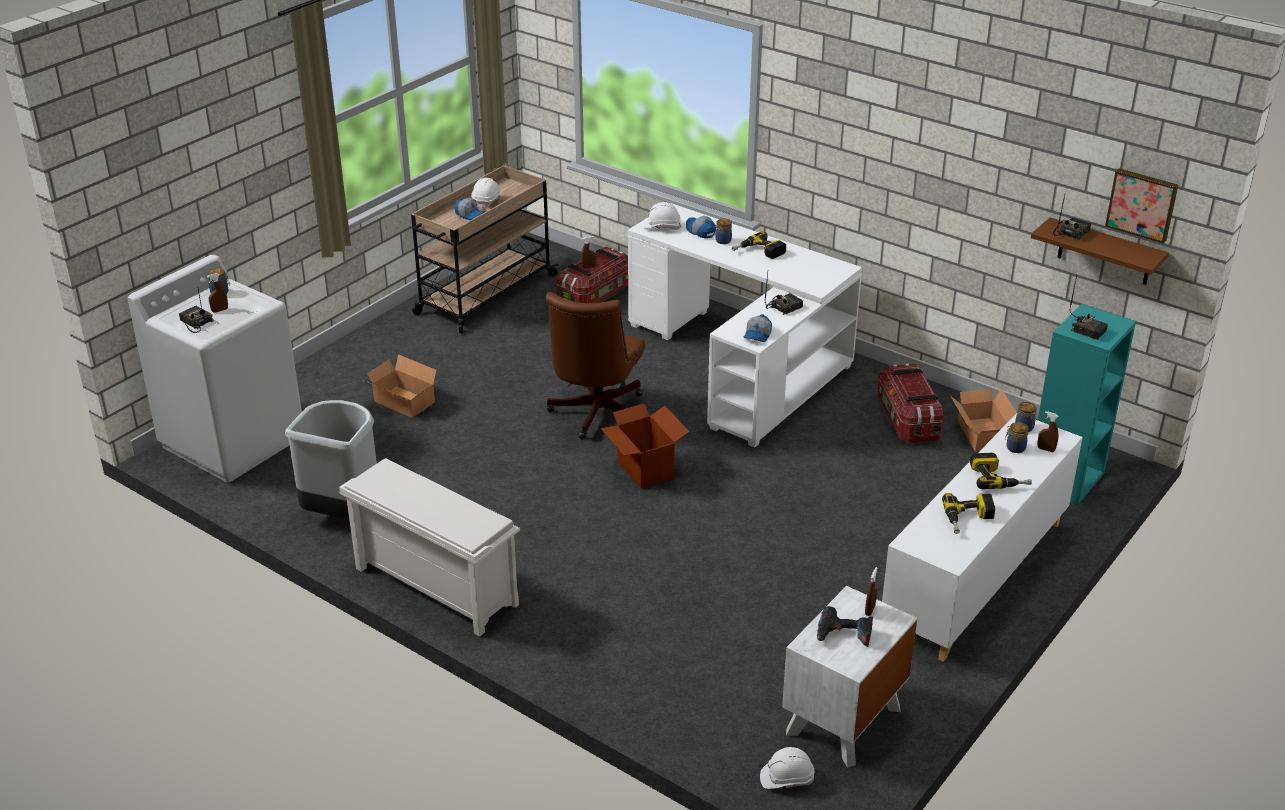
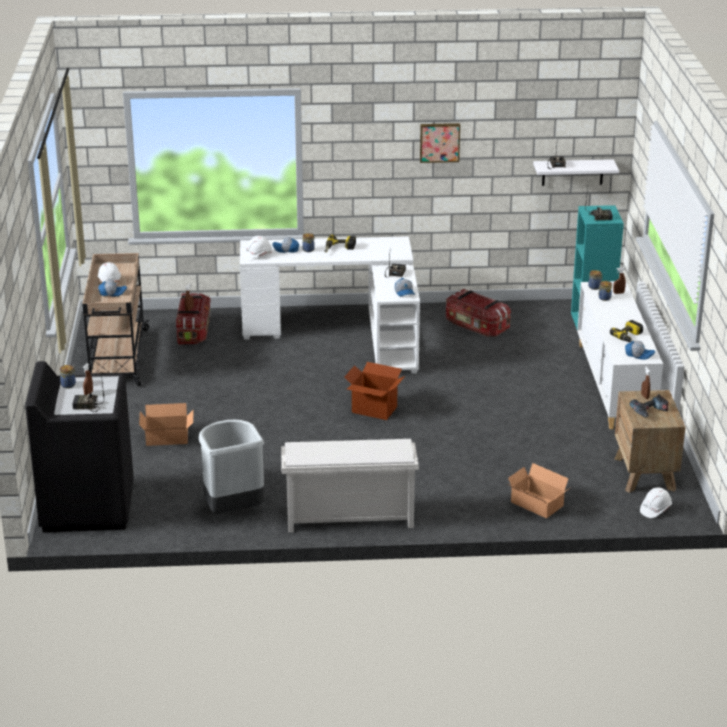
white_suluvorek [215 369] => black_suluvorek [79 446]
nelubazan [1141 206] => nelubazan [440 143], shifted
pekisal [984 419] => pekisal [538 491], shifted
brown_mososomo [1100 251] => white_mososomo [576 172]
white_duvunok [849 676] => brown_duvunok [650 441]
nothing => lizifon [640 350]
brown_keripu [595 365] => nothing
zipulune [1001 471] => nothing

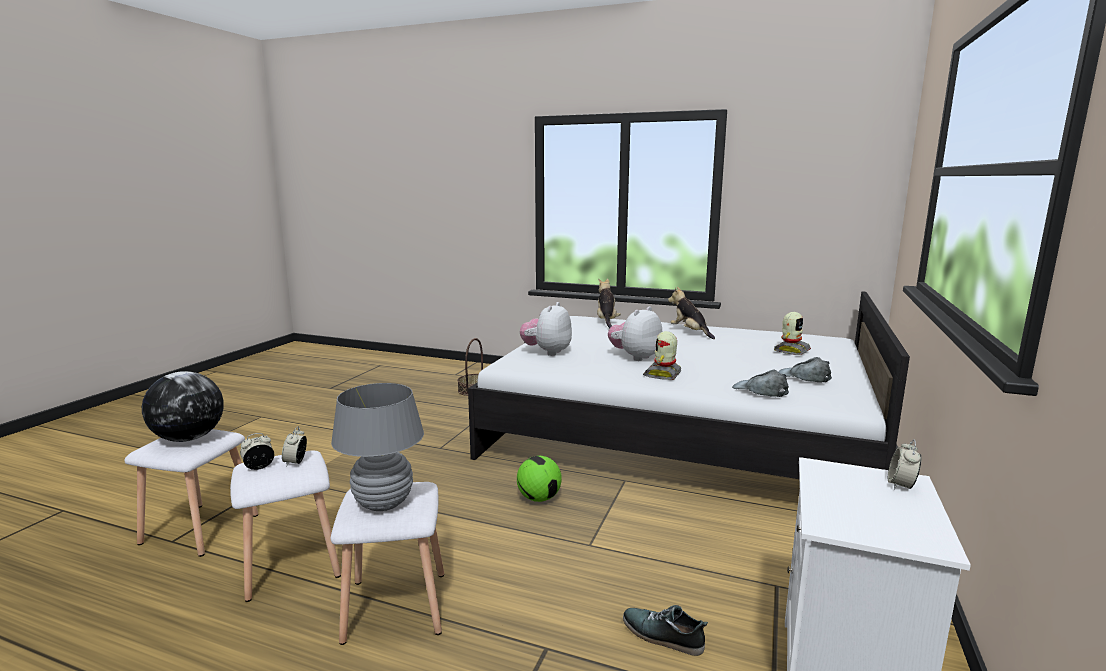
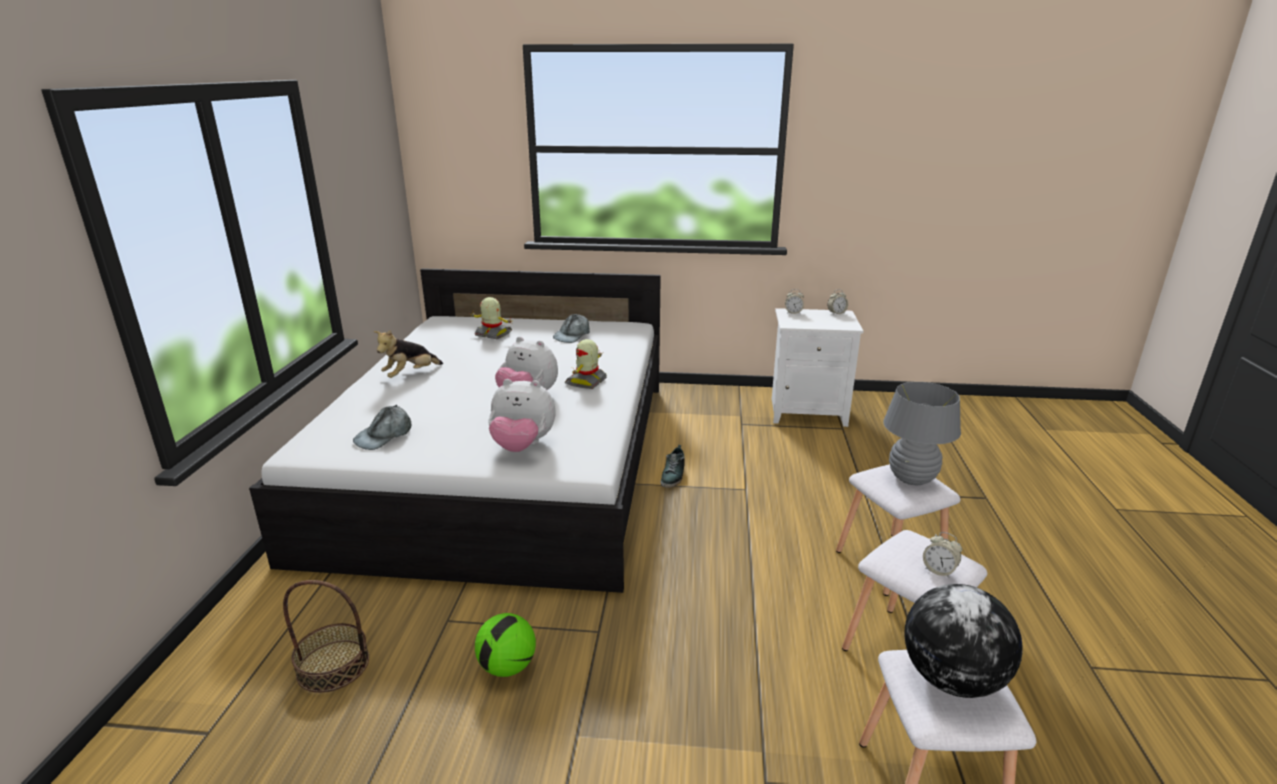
grey_lizifon [760 383] => grey_lizifon [382 427], shifted
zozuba [539 479] => zozuba [505 645], shifted
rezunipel [662 355] => rezunipel [586 364], 105 degrees clockwise
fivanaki [665 630] => fivanaki [672 466], shifted
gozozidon [294 446] => gozozidon [838 302], shifted
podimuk [609 303] => nothing

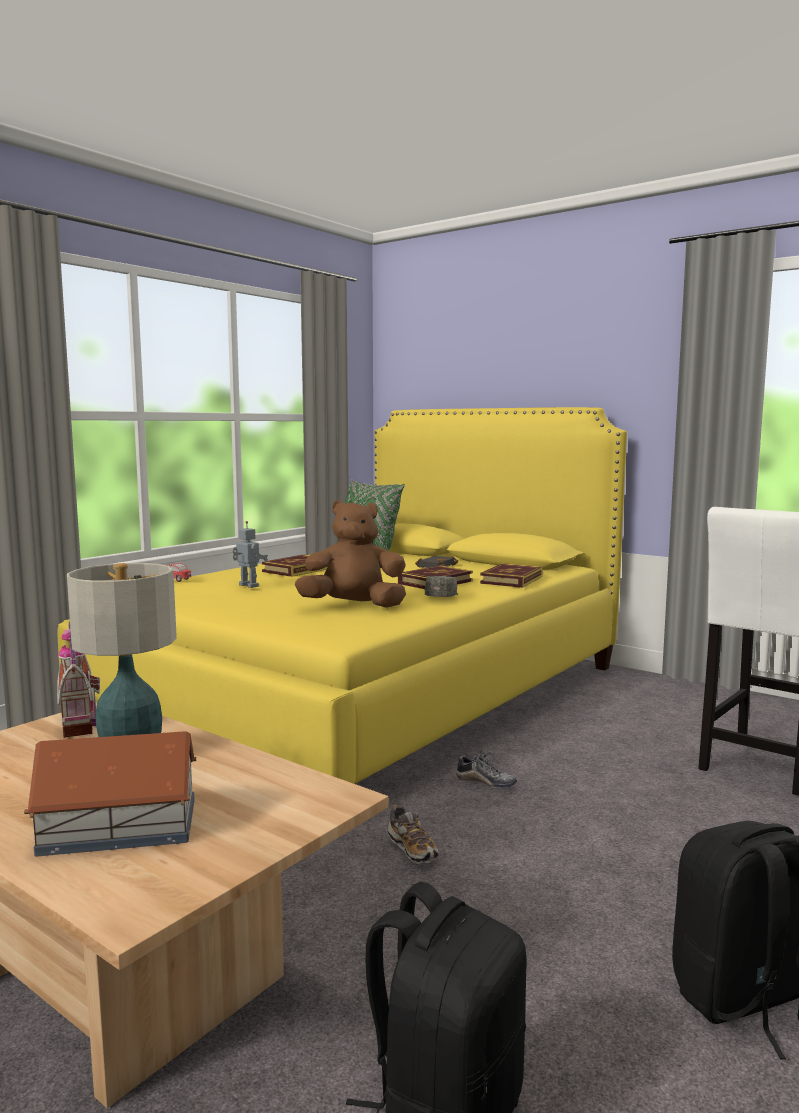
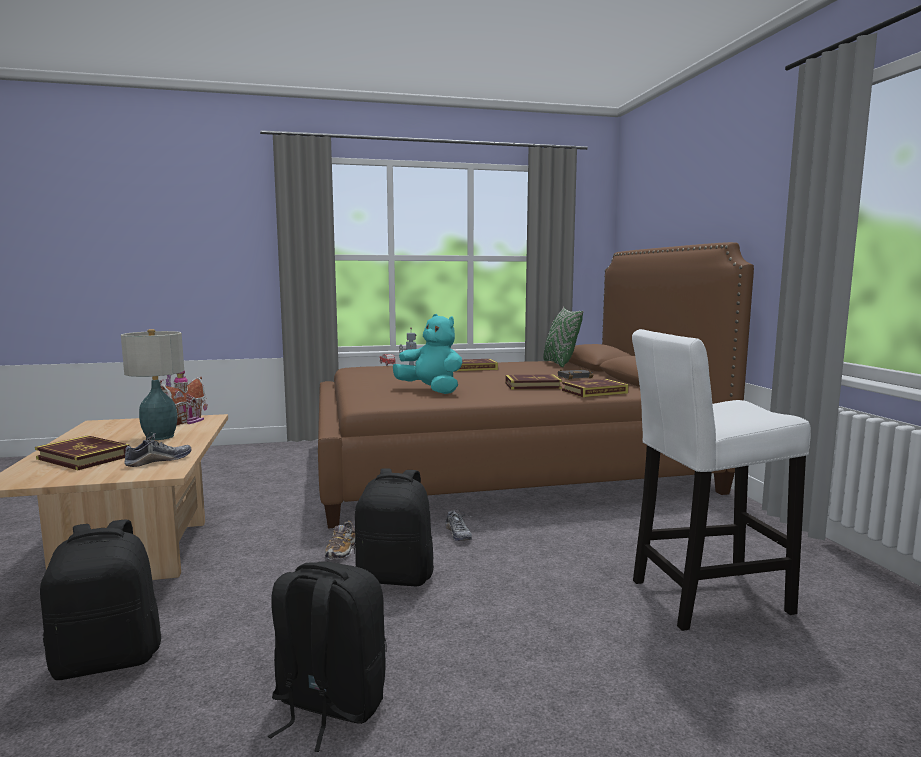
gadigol [110 794] => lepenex [82 452]
nothing => fivanaki [157 449]
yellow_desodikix [342 595] => brown_desodikix [536 385]
nothing => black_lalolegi [394 527]
brown_podimuk [350 554] => turquoise_podimuk [427 354]
grey_lizifon [441 586] => nothing

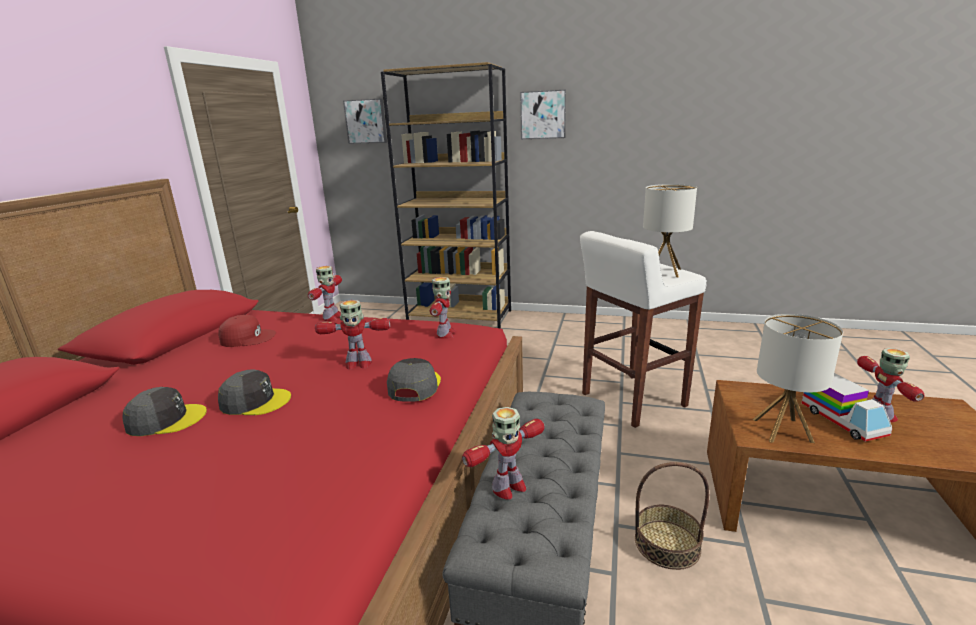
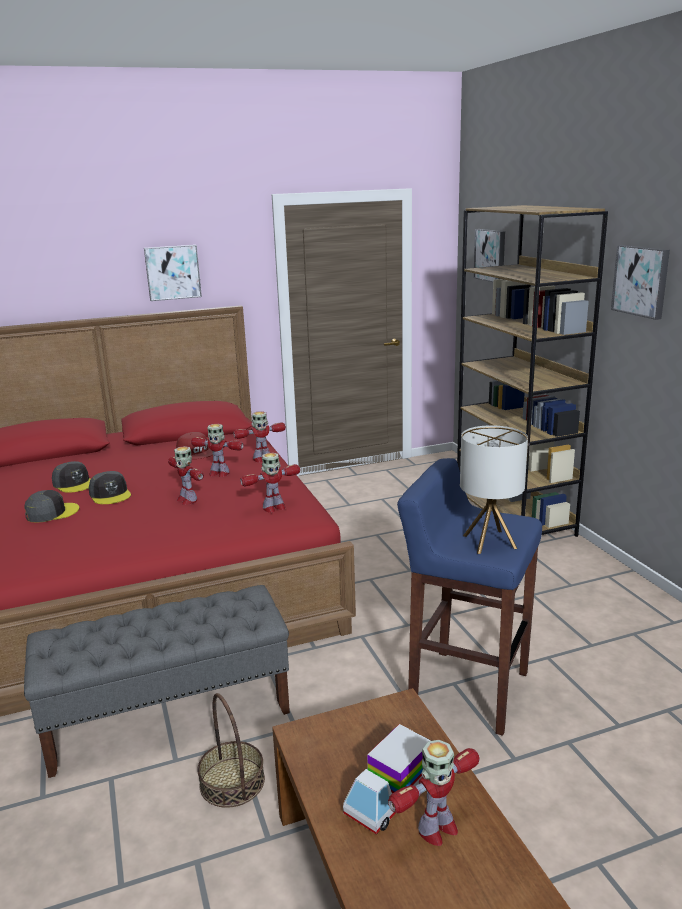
grey_lizifon [414 380] => grey_lizifon [51 506], shifted
nothing => nelubazan [173 273]
rezunipel [503 453] => rezunipel [217 450], shifted
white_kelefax [643 329] => blue_kelefax [469 597]
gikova [798 378] => nothing

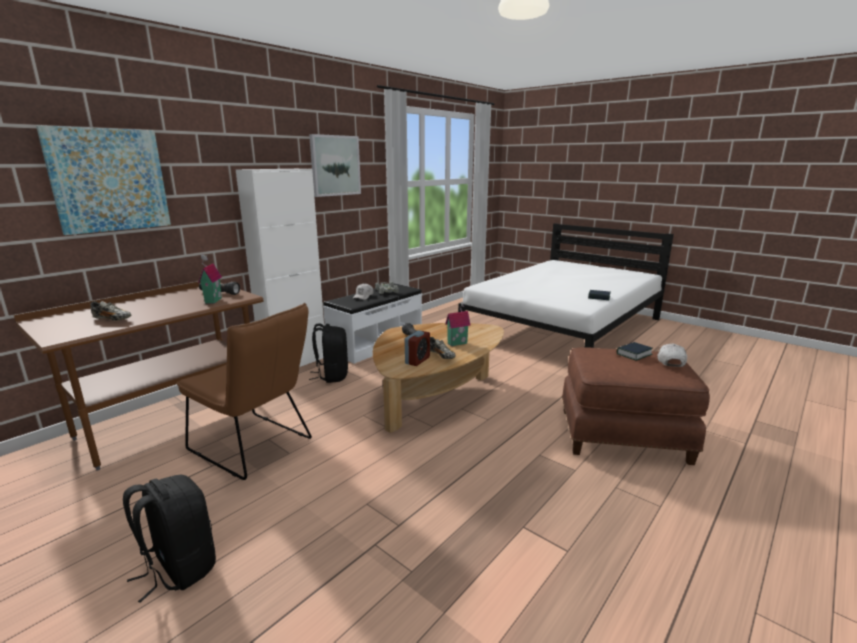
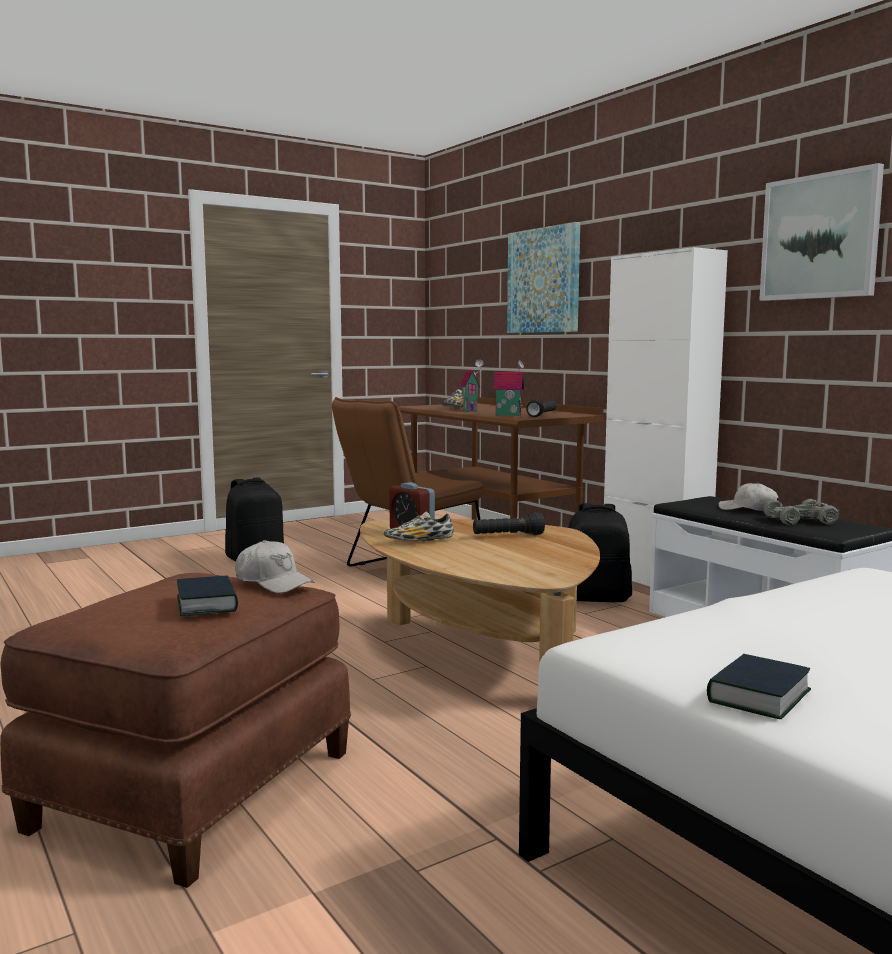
white_lizifon [672 355] => white_lizifon [275 566], shifted
gadigol [458 323] => gadigol [471 385], shifted

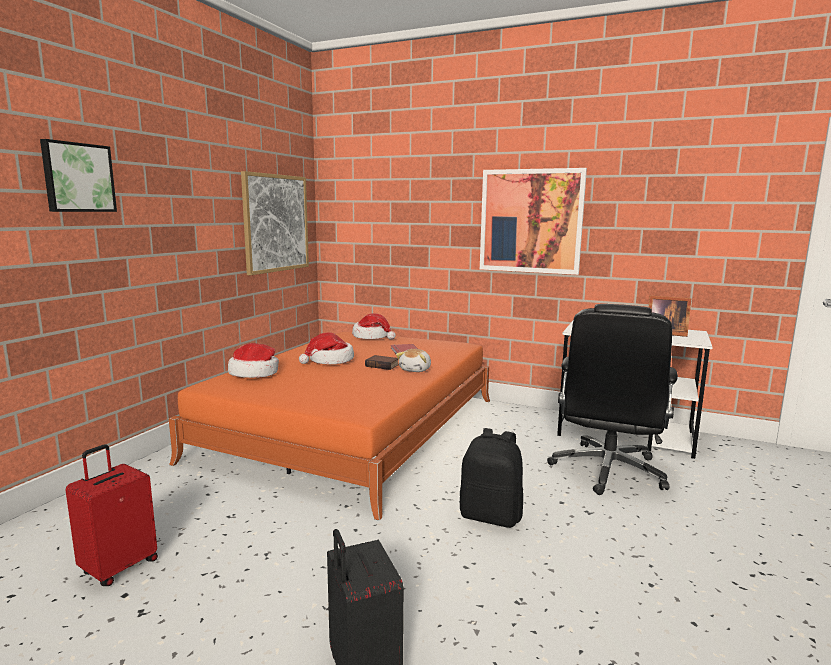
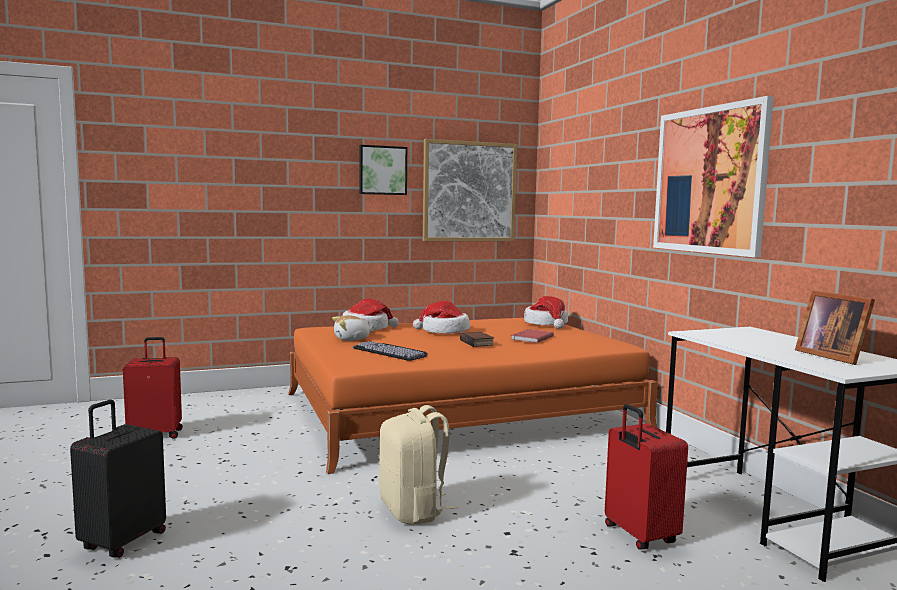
podimuk [413 360] => podimuk [353 328], shifted
nothing => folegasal [390 351]
nelubazan [78 175] => nelubazan [383 170], shifted
black_lalolegi [491 478] => beige_lalolegi [419 465]
black_keripu [612 399] => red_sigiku [646 477]

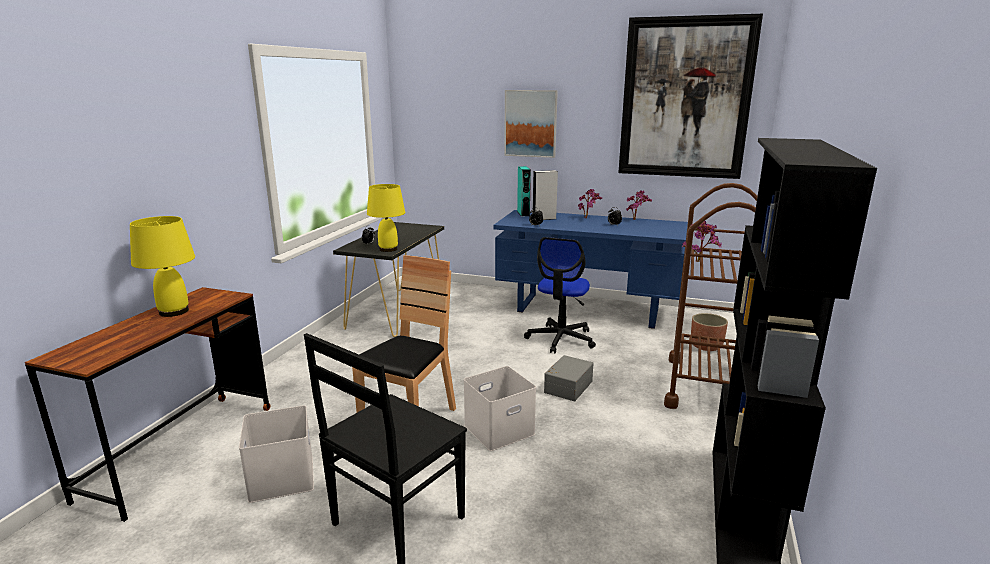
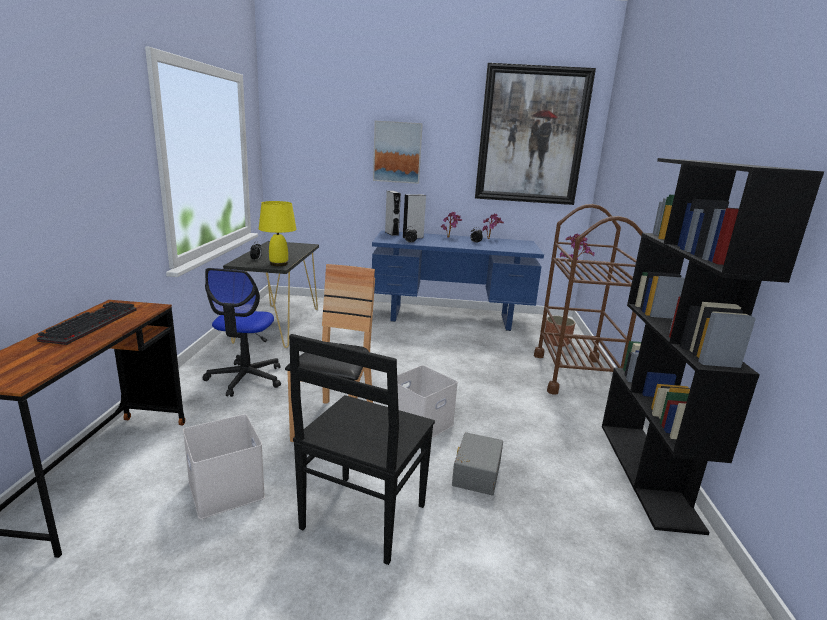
yellow_gikova [162 266] => folegasal [87 323]
keripu [560 295] => keripu [242 332], shifted
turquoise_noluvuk [524 191] => grey_noluvuk [393 213]
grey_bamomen [568 378] => grey_bamomen [477 463], shifted

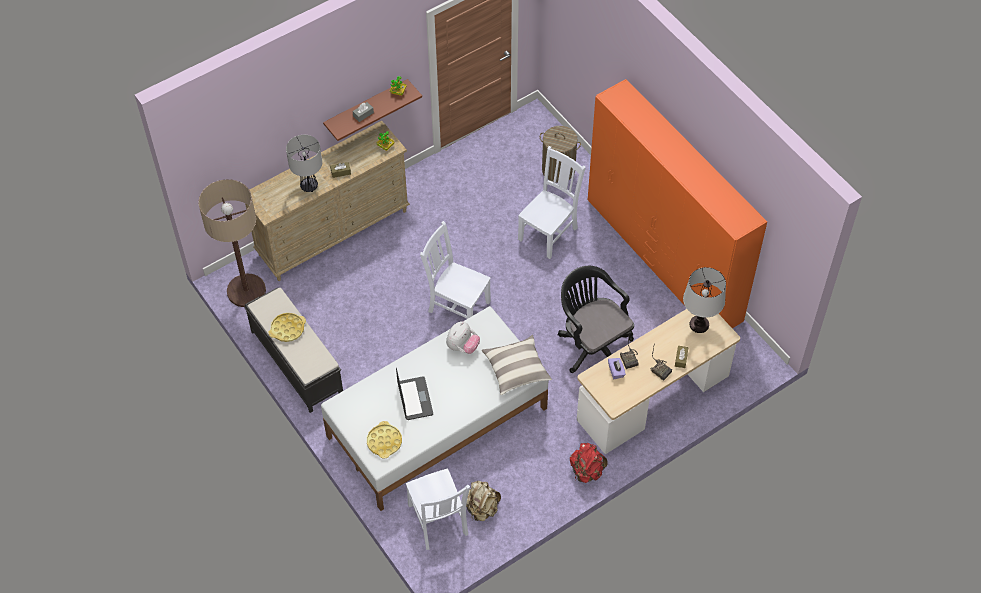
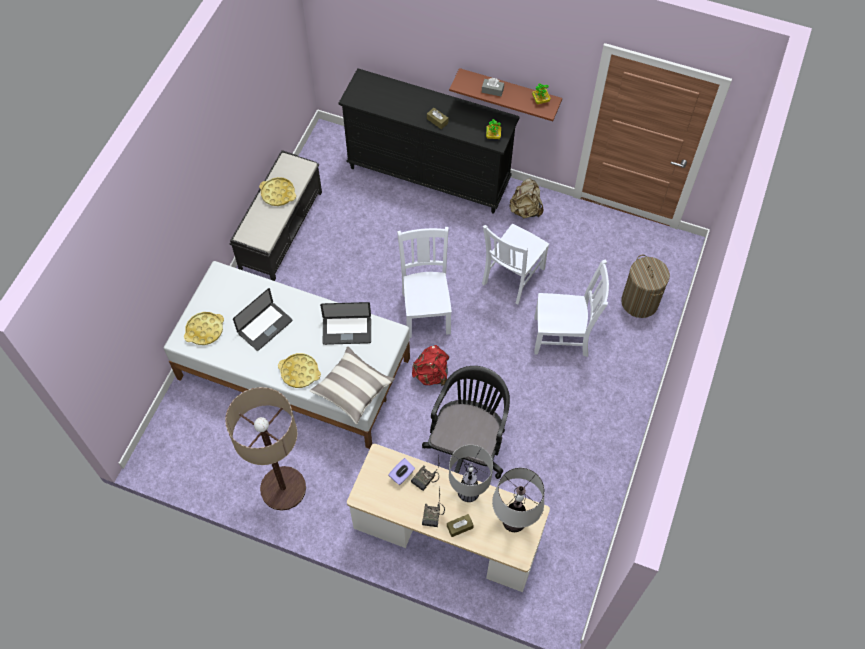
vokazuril [232 243] => vokazuril [265 449], shifted
nothing => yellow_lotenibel [299 370]
podimuk [463 337] => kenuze [345 323]
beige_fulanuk [327 201] => black_fulanuk [429 140]
red_lalolegi [589 463] => red_lalolegi [430 365], shifted
gikova [304 163] => gikova [471 473], shifted
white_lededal [438 509] => white_lededal [515 264], shifted
beige_lalolegi [483 501] => beige_lalolegi [526 198], shifted
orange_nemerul [677 203] => nothing

